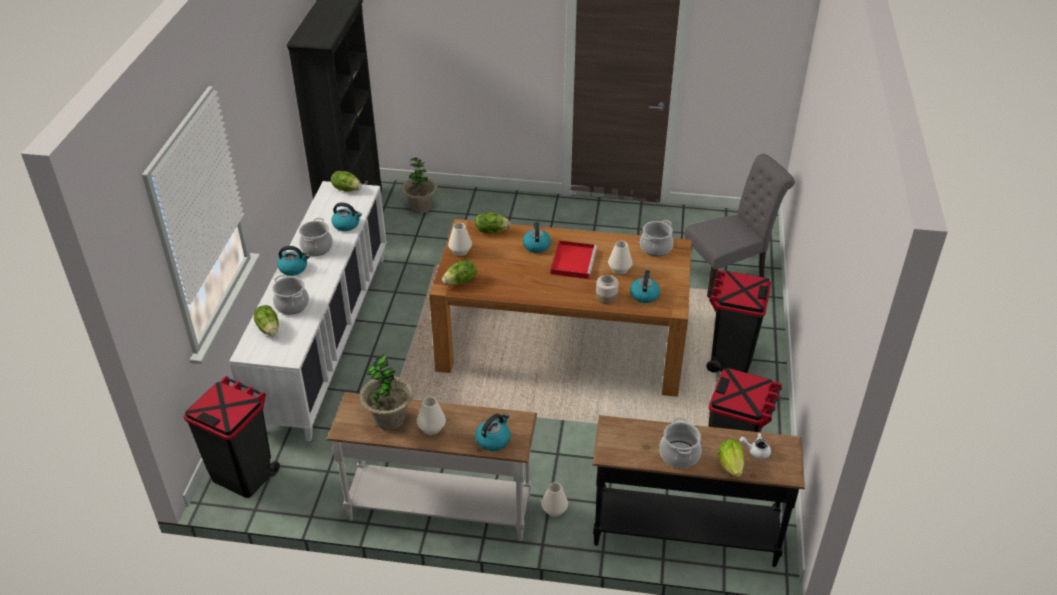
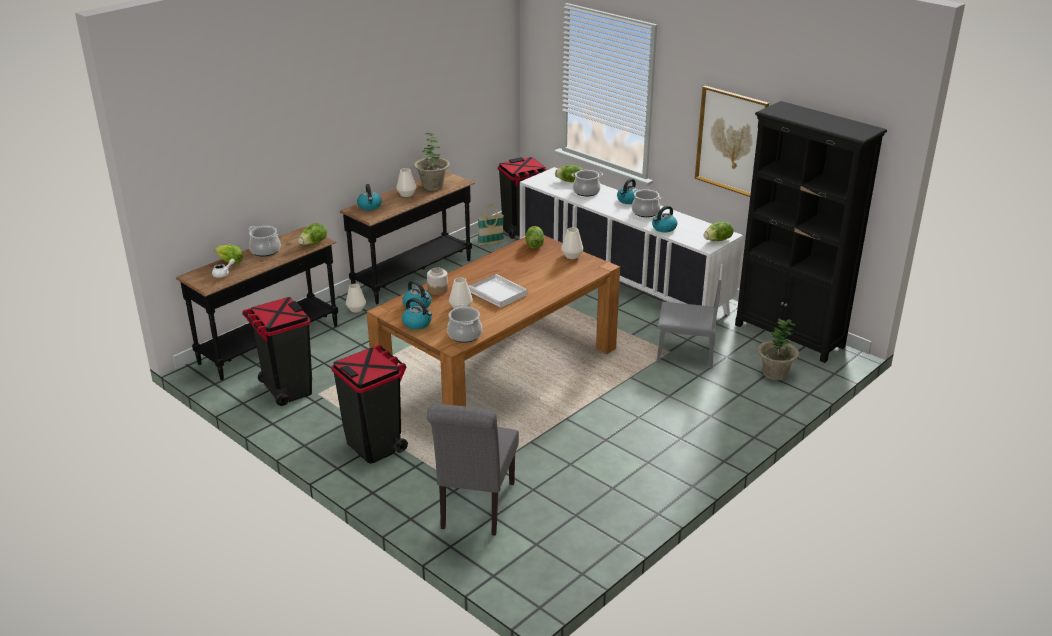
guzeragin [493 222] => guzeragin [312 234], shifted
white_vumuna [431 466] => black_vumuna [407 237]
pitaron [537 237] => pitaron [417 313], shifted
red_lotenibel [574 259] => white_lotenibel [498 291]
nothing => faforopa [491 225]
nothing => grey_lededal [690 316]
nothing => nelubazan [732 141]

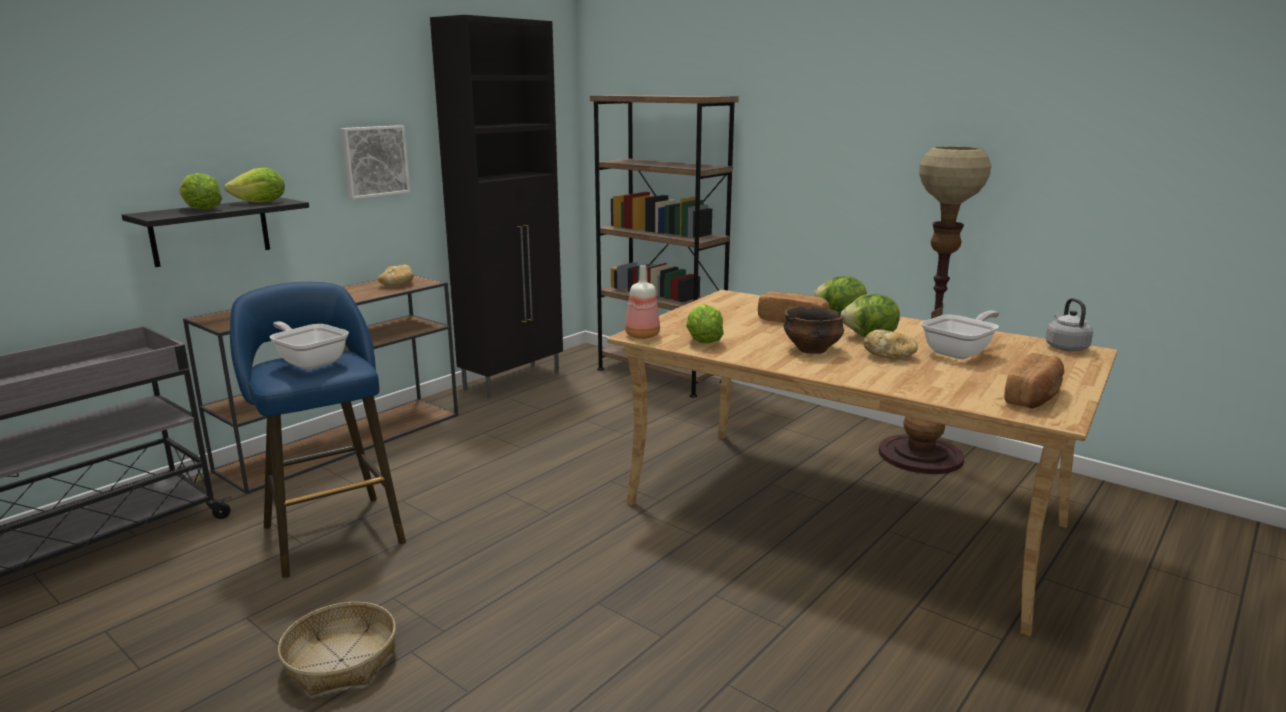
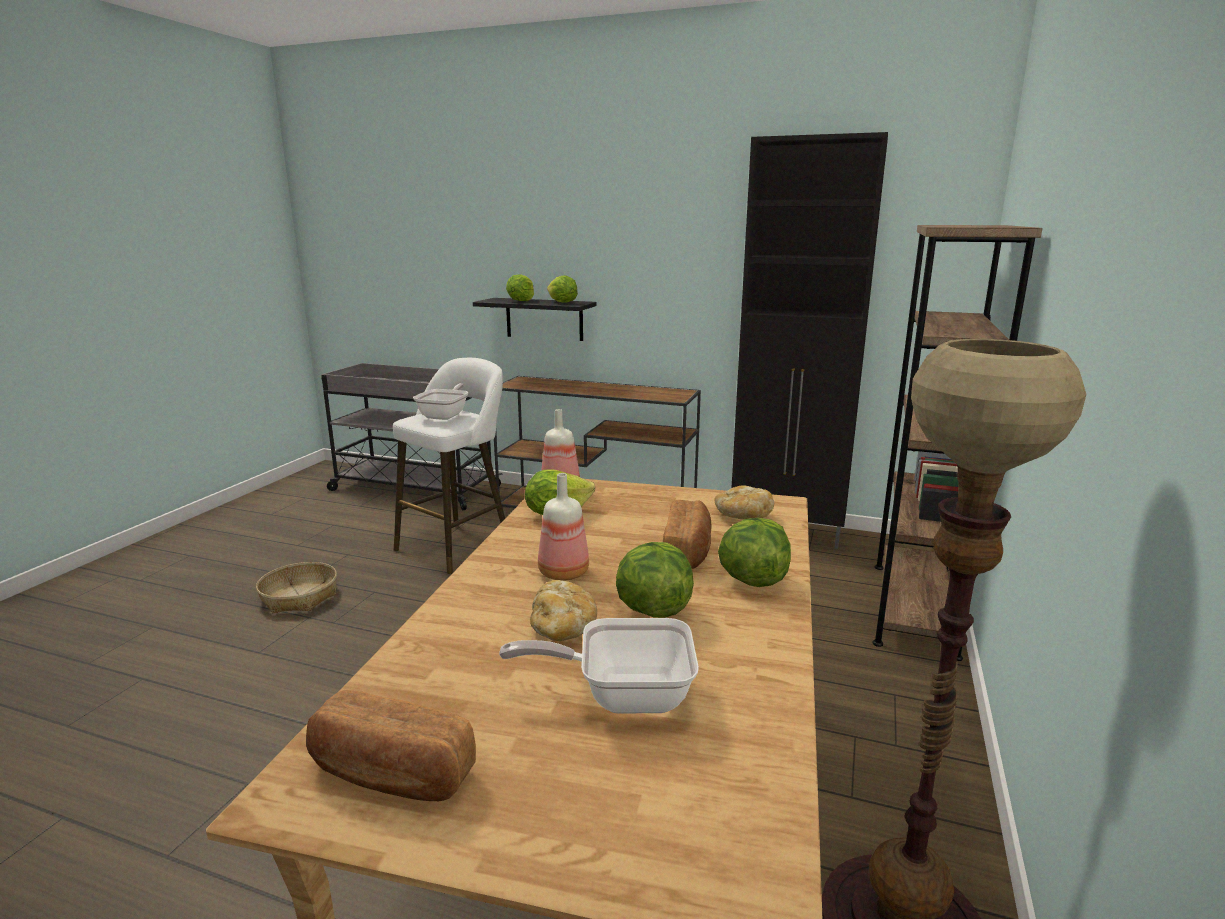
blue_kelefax [318 430] => white_kelefax [449 466]
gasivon [960 335] => gasivon [599 665], 150 degrees clockwise
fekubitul [814 330] => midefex [563 527]
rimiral [396 275] => rimiral [744 502], shifted
nelubazan [375 162] => nothing
grey_pitaron [1069 324] => nothing

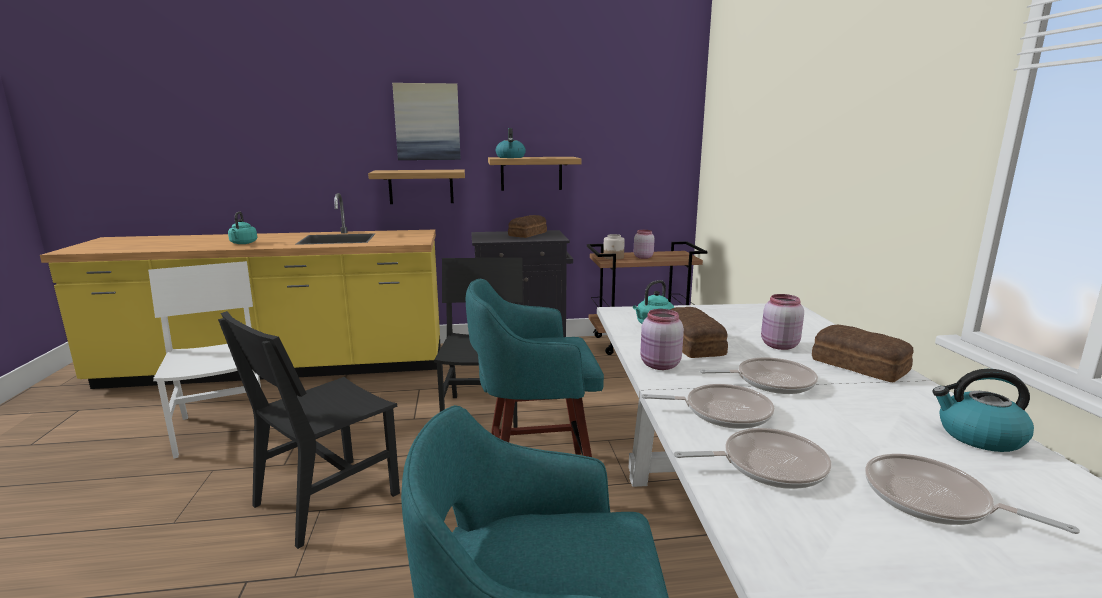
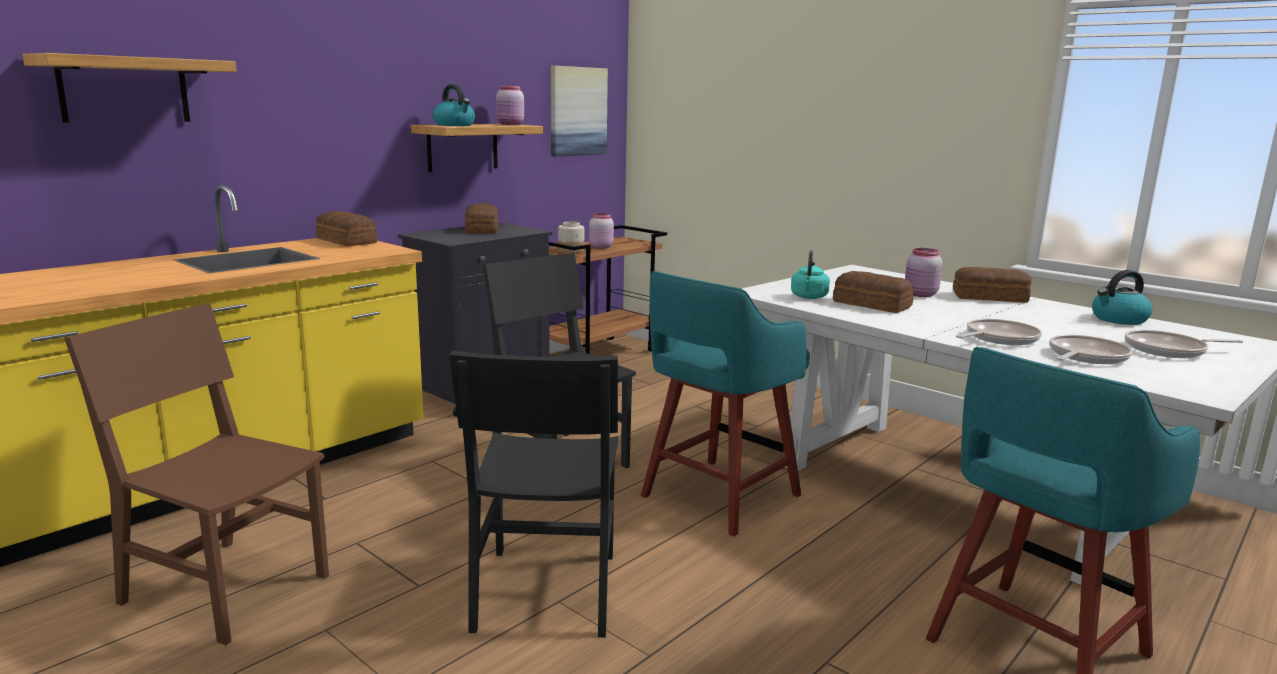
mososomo [416 187] => mososomo [130 88], shifted
white_lededal [204 360] => brown_lededal [196 474]
nothing => rimiral [346 228]
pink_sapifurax [662 339] => pink_sapifurax [510 105], shifted
nelubazan [426 121] => nelubazan [579 111], shifted
turquoise_pitaron [242 228] => nothing
gasivon [759 375] => nothing

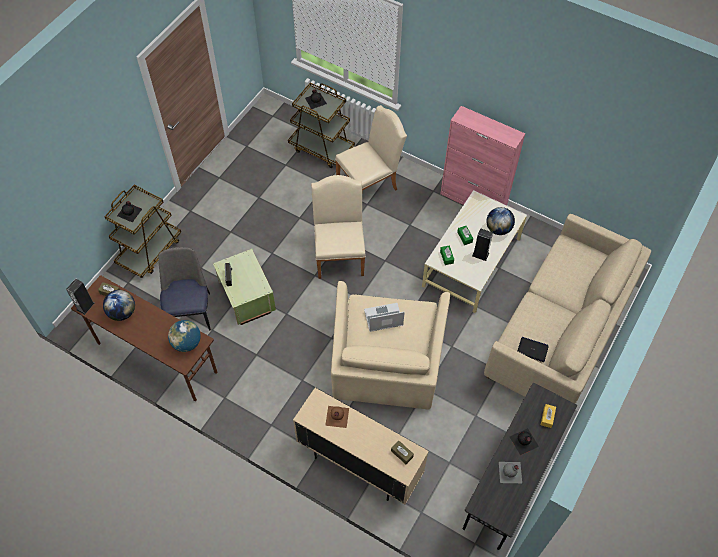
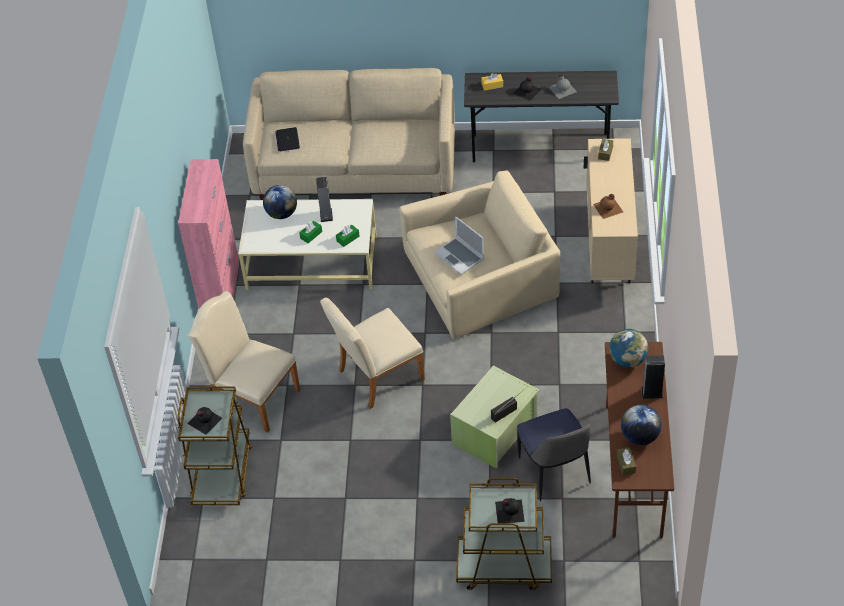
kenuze [533 349] => kenuze [288 139], shifted
lededal [184 289] => lededal [554 454], 75 degrees counterclockwise
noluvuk [80 296] => noluvuk [653 377], shifted

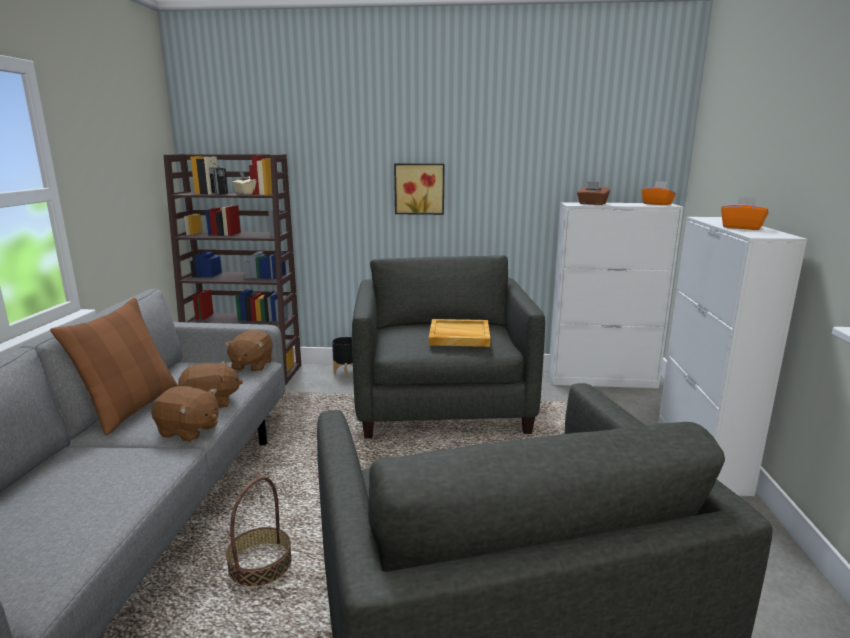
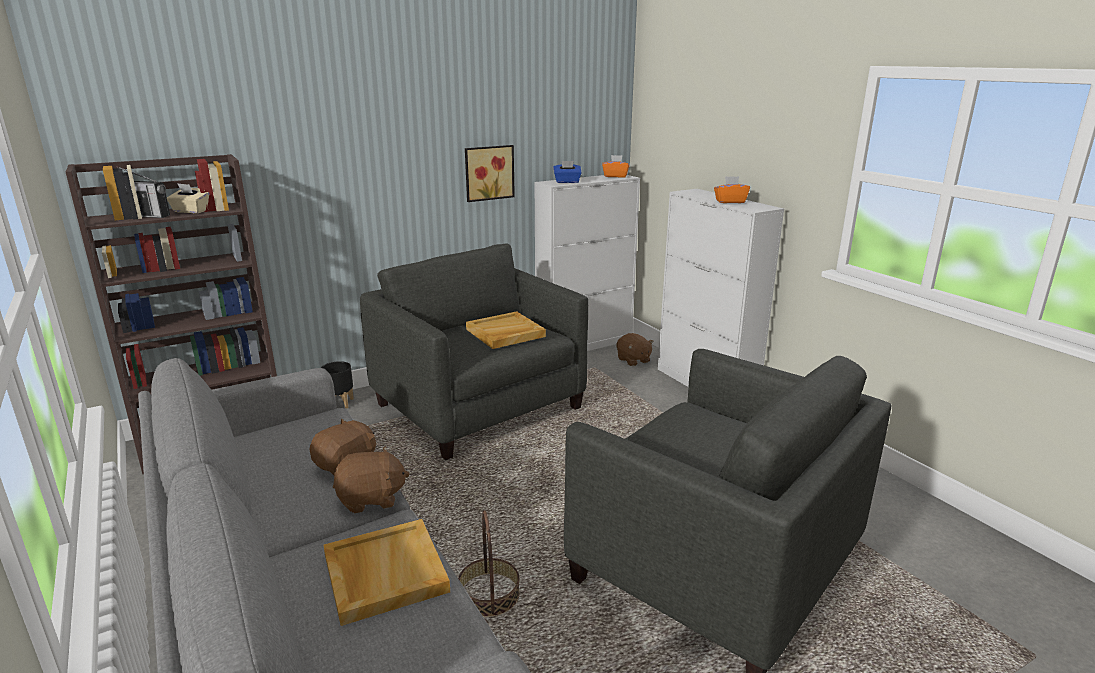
nothing => beige_lotenibel [386 572]
nelubazan [419 189] => nelubazan [490 173], shifted
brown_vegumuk [593 193] => blue_vegumuk [567 172]
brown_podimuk [248 351] => brown_podimuk [635 349], shifted
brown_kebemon [114 366] => nothing

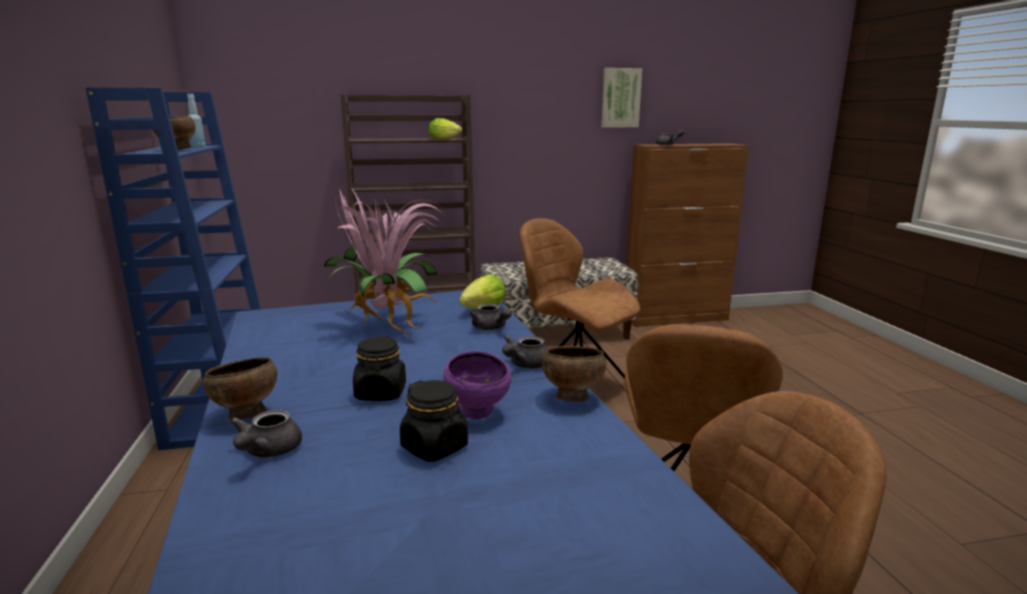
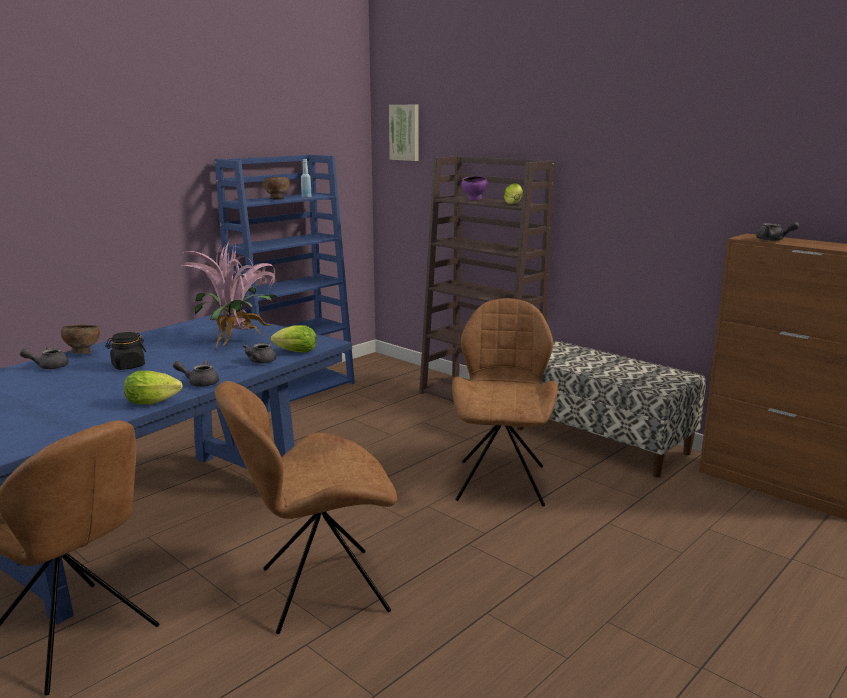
brown_fekubitul [574 374] => guzeragin [153 388]
nelubazan [621 97] => nelubazan [404 133], shifted
purple_fekubitul [477 385] => purple_fekubitul [474 188], shifted
black_sapifurax [434 421] => nothing

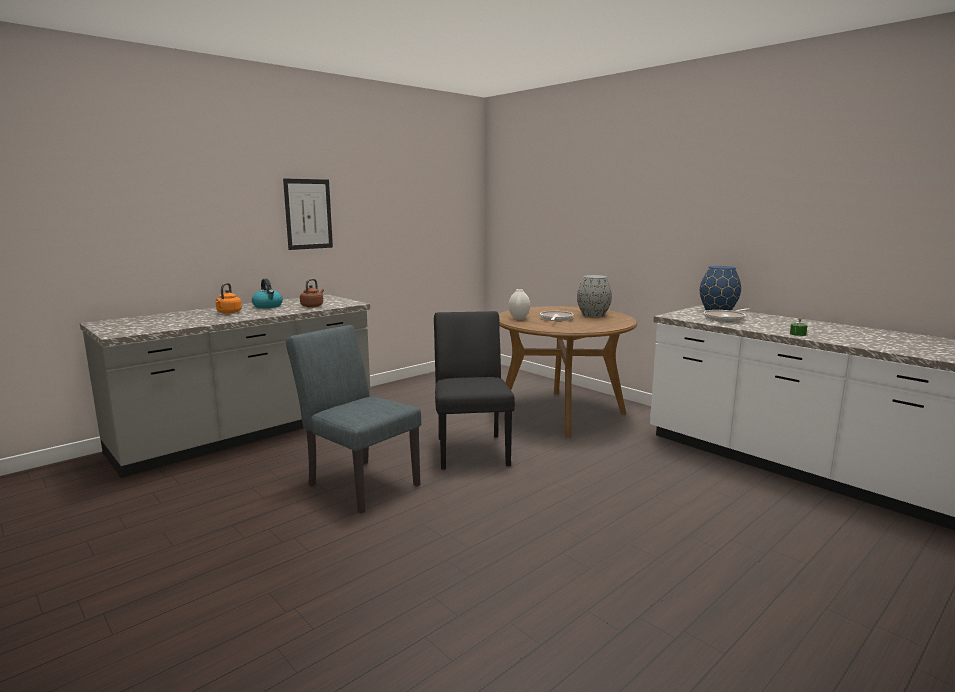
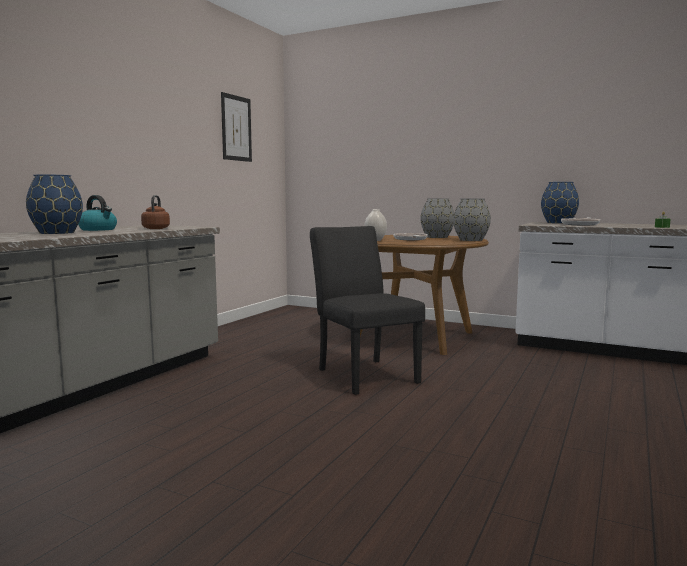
orange_pitaron [229 298] => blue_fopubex [54 204]
nelubazan [308 214] => nelubazan [236 127], shifted
nothing => grey_fopubex [472 219]
grey_lededal [353 419] => nothing

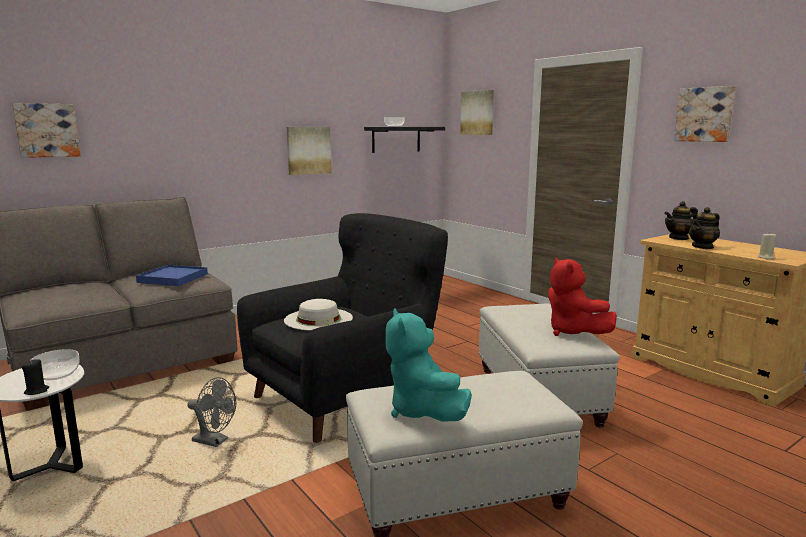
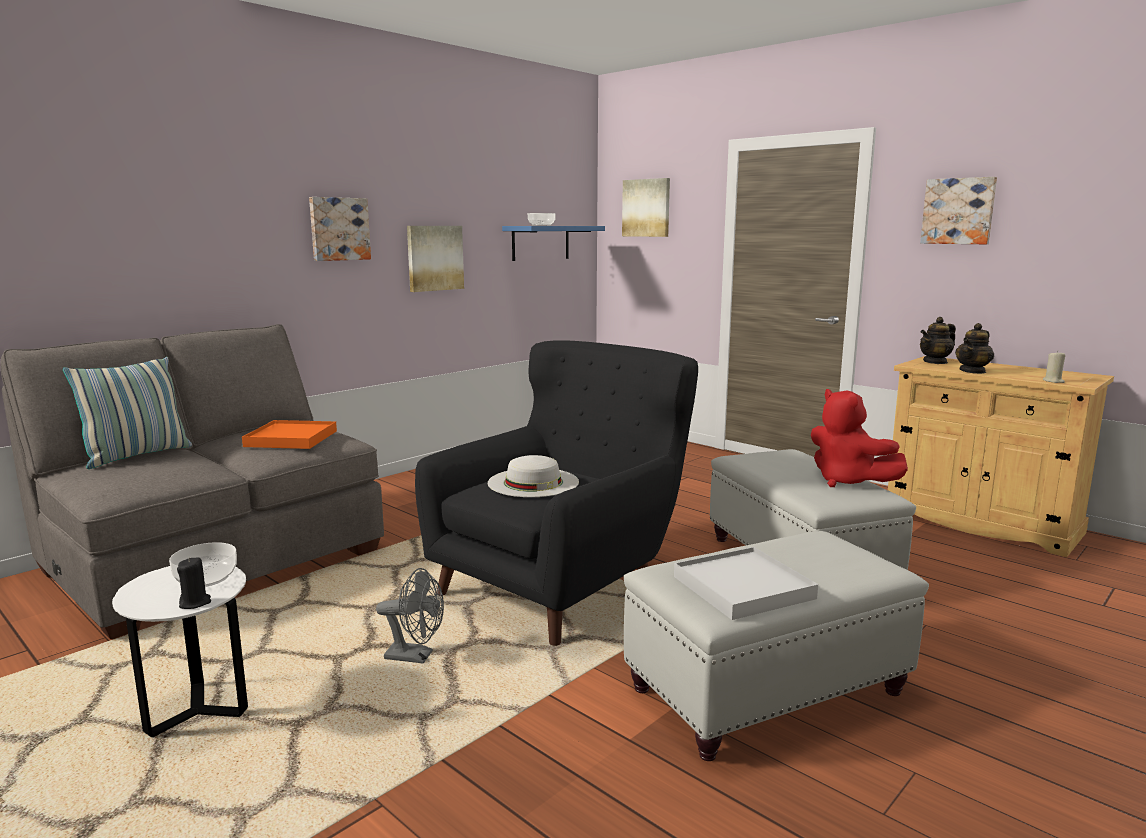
nothing => kebemon [127 413]
blue_lotenibel [172 275] => orange_lotenibel [289 434]
nelubazan [46 130] => nelubazan [340 229], shifted
black_mososomo [404 140] => blue_mososomo [553 243]
turquoise_podimuk [429 365] => white_lotenibel [746 583]

